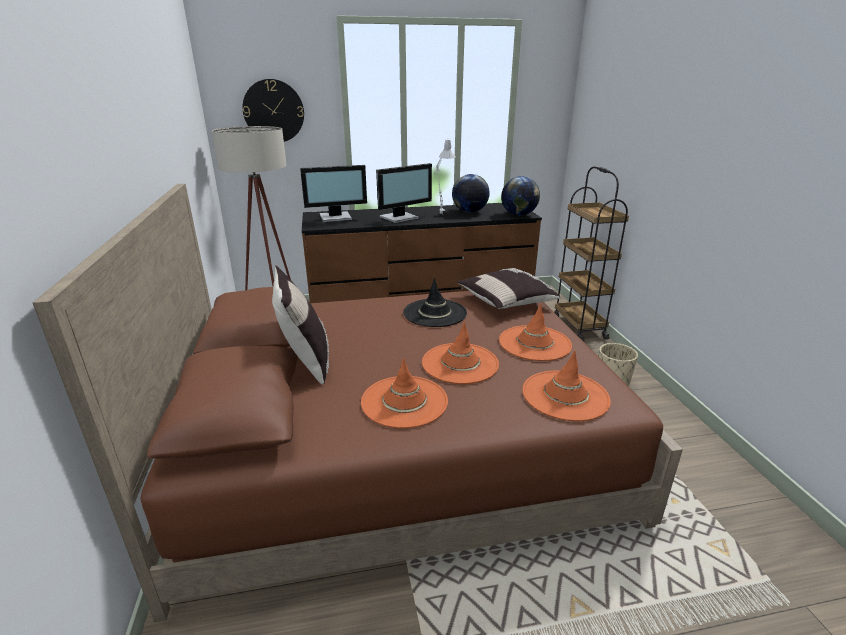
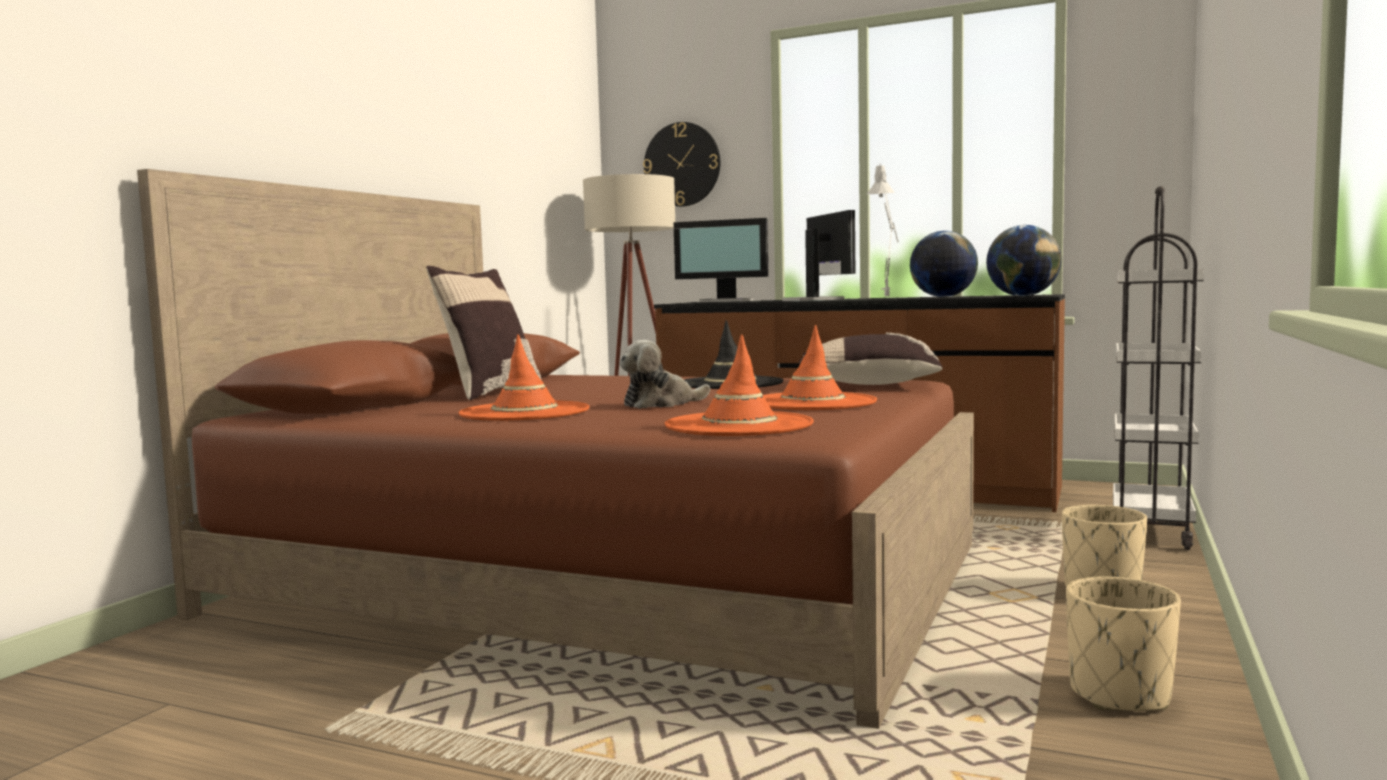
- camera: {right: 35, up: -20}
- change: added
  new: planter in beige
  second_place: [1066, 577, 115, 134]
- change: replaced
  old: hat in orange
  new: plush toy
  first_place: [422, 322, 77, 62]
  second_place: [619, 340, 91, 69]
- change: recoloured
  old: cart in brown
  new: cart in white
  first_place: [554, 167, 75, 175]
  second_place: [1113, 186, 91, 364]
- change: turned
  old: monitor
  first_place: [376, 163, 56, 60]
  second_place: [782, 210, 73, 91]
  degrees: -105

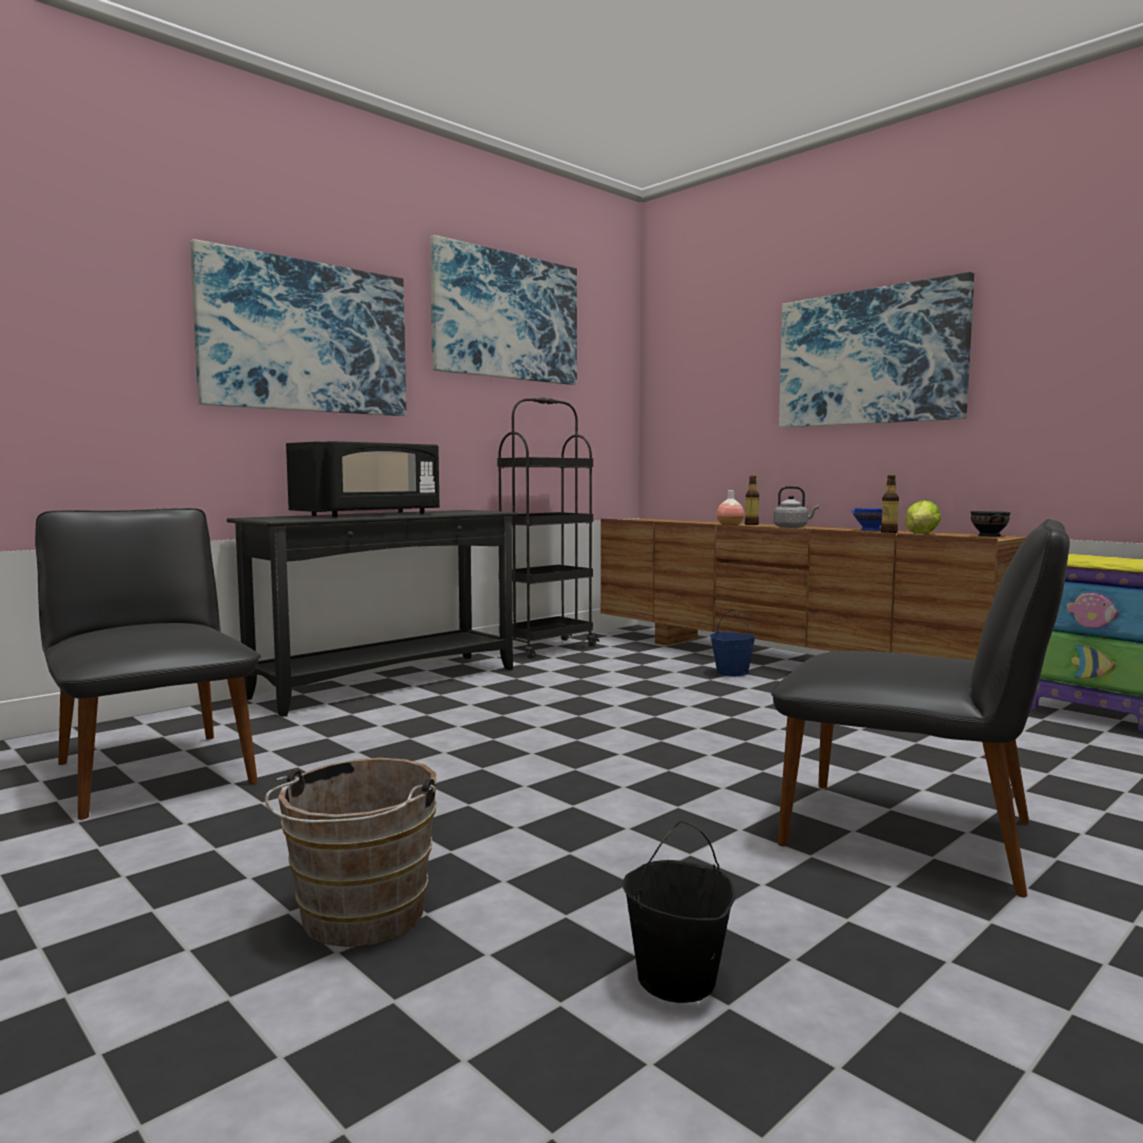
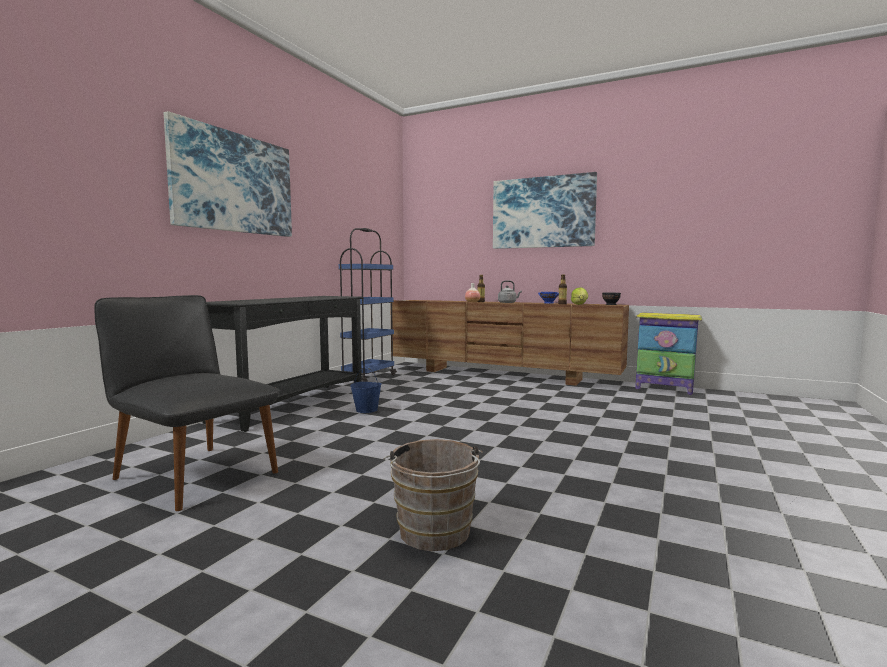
- camera: {right: -20, up: 0}
- change: removed
  old: microwave in black
  first_place: [286, 441, 154, 76]
- change: removed
  old: picture
  first_place: [430, 235, 147, 150]
- change: removed
  old: bucket in black
  first_place: [623, 821, 112, 182]
- change: removed
  old: chair in black
  first_place: [771, 519, 299, 378]
- change: moved
  old: bucket in blue
  first_place: [710, 609, 46, 67]
  second_place: [350, 366, 32, 47]
- change: recoloured
  old: cart in black
  new: cart in blue
  first_place: [497, 397, 102, 262]
  second_place: [339, 228, 58, 154]

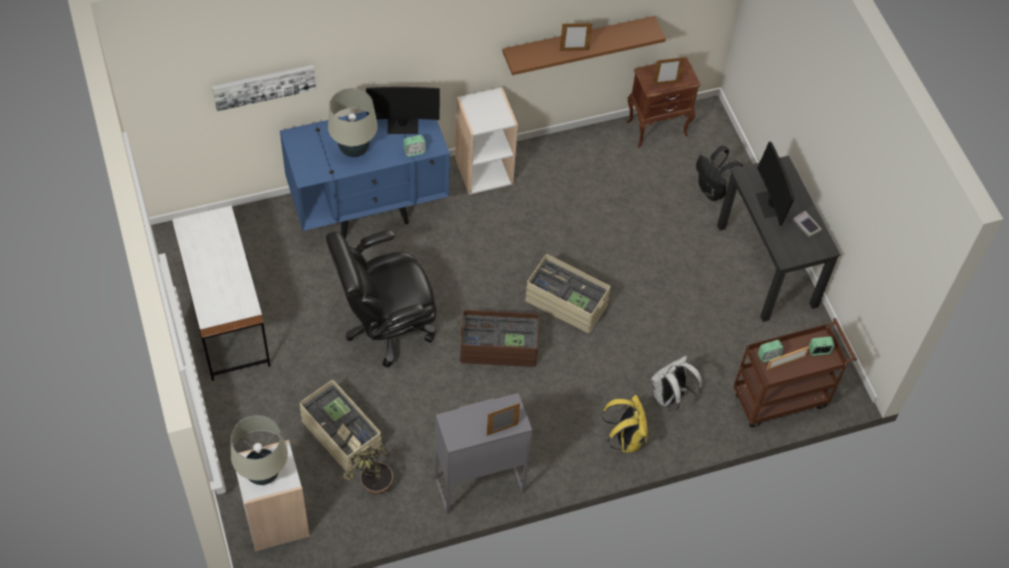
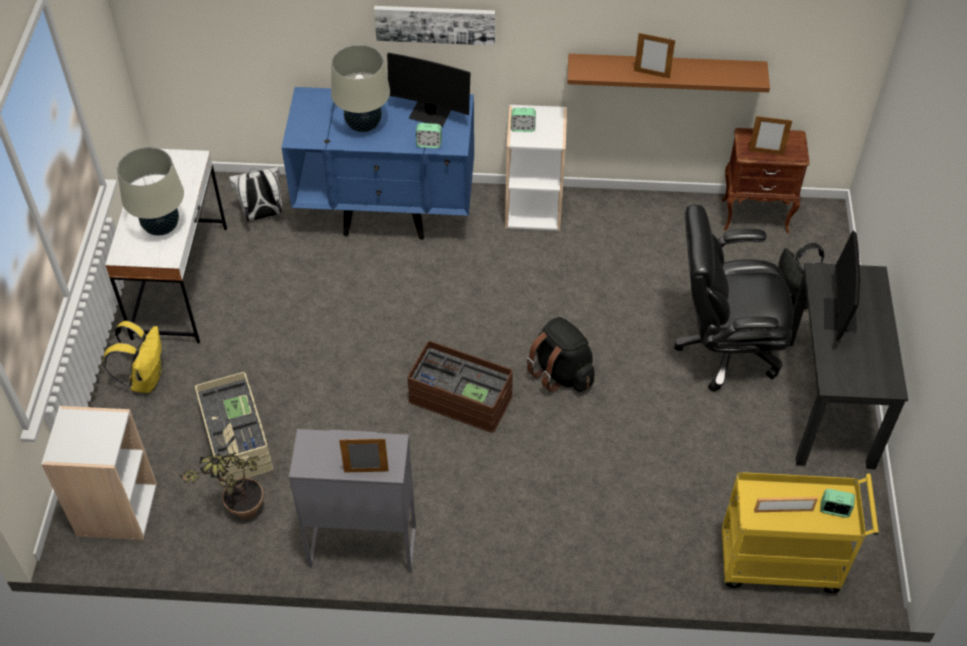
- camera: {right: 25, up: -5}
- change: removed
  old: book
  first_place: [793, 211, 29, 26]
- change: moved
  old: picture
  first_place: [212, 65, 104, 46]
  second_place: [374, 6, 121, 40]
- change: moved
  old: table lamp in beige
  first_place: [231, 415, 57, 70]
  second_place: [117, 147, 67, 88]
- change: moved
  old: office chair in black
  first_place: [326, 230, 111, 137]
  second_place: [674, 205, 119, 187]
- change: moved
  old: backpack in yellow
  first_place: [602, 395, 46, 57]
  second_place: [103, 321, 59, 72]
- change: moved
  old: backpack in white
  first_place: [650, 356, 52, 55]
  second_place: [229, 167, 53, 55]
- change: moved
  old: alarm clock
  first_place: [758, 340, 26, 22]
  second_place: [511, 108, 25, 24]
- change: replaced
  old: storage box in beige
  new: backpack in black
  first_place: [525, 254, 85, 79]
  second_place: [526, 317, 69, 75]
- change: recoloured
  old: cart in brown
  new: cart in yellow
  first_place: [733, 318, 124, 109]
  second_place: [722, 472, 157, 121]

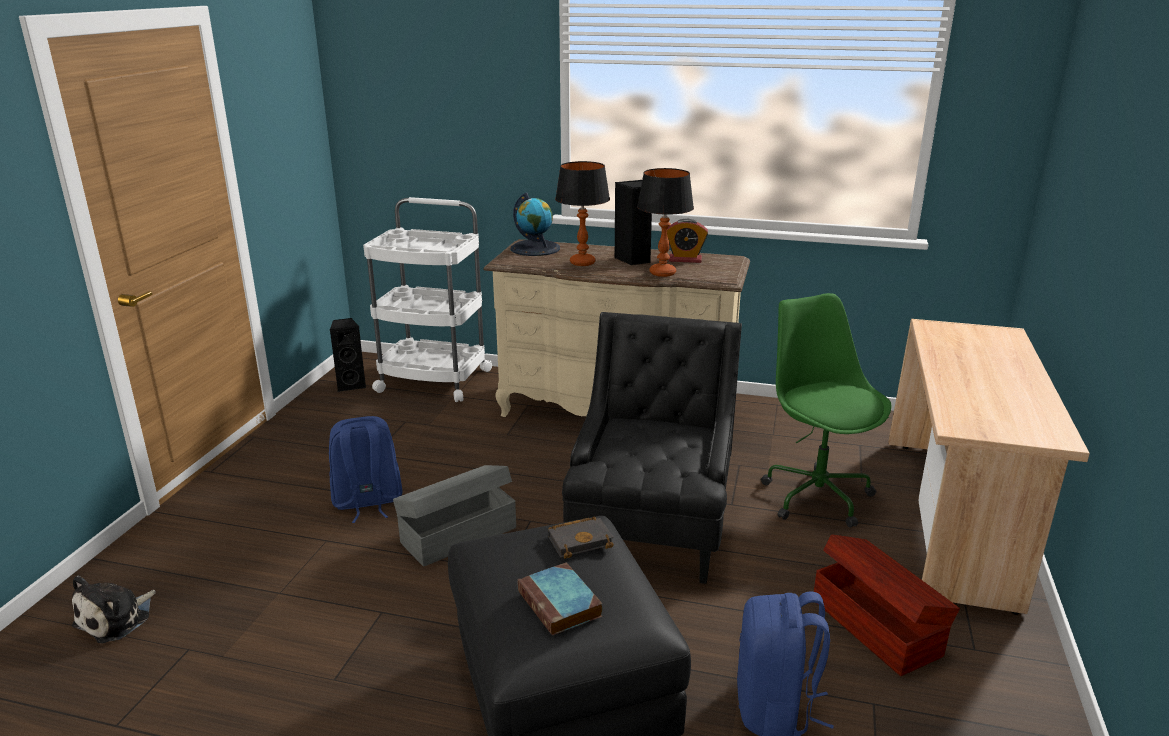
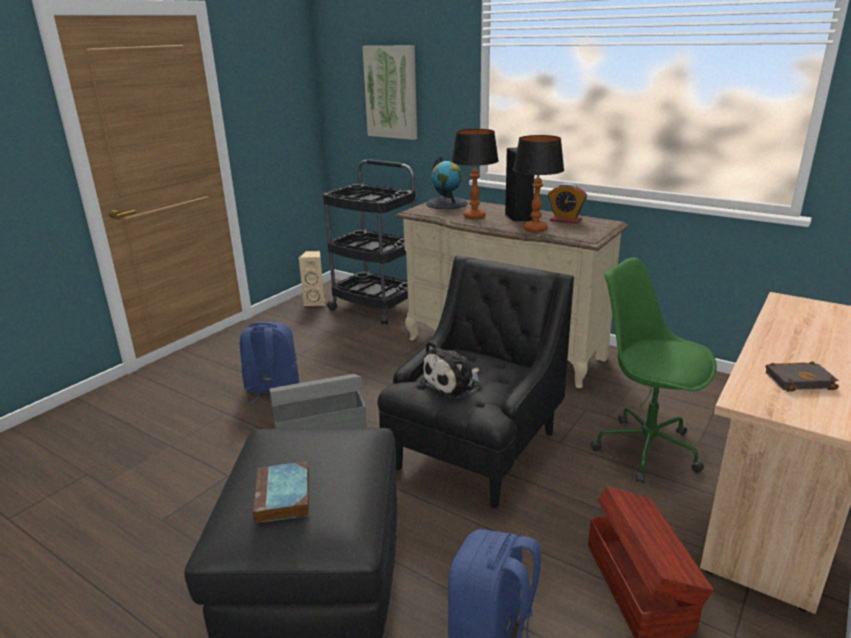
- camera: {right: 20, up: 0}
- change: added
  new: picture
  second_place: [362, 45, 55, 95]
- change: moved
  old: plush toy
  first_place: [72, 575, 84, 68]
  second_place: [420, 340, 60, 58]
- change: moved
  old: book in black
  first_place: [548, 517, 66, 42]
  second_place: [765, 361, 74, 31]
- change: recoloured
  old: speaker in black
  new: speaker in beige
  first_place: [330, 318, 37, 74]
  second_place: [299, 251, 26, 55]
- change: recoloured
  old: cart in white
  new: cart in black
  first_place: [363, 197, 129, 205]
  second_place: [323, 159, 93, 165]
- change: turned
  old: office chair in green
  first_place: [761, 293, 131, 235]
  second_place: [591, 258, 126, 225]
  degrees: -45

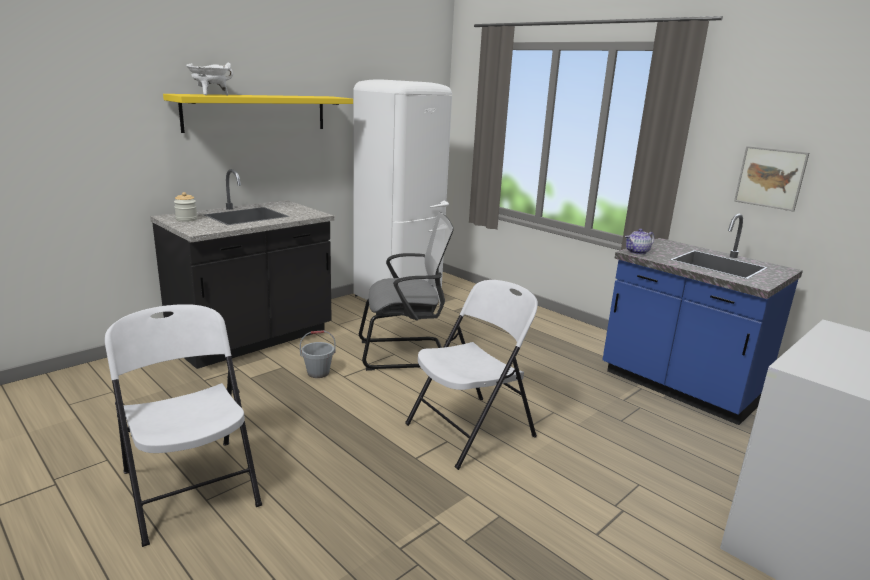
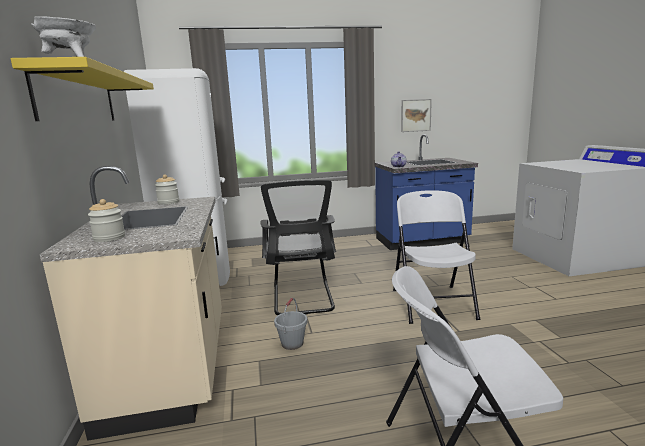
- camera: {right: -55, up: -5}
- change: added
  new: jar
  second_place: [155, 175, 24, 30]
- change: recoloured
  old: counter in black
  new: counter in beige
  first_place: [150, 169, 184, 200]
  second_place: [39, 166, 183, 275]
- change: turned
  old: chair
  first_place: [359, 212, 95, 159]
  second_place: [260, 180, 76, 136]
  degrees: 150

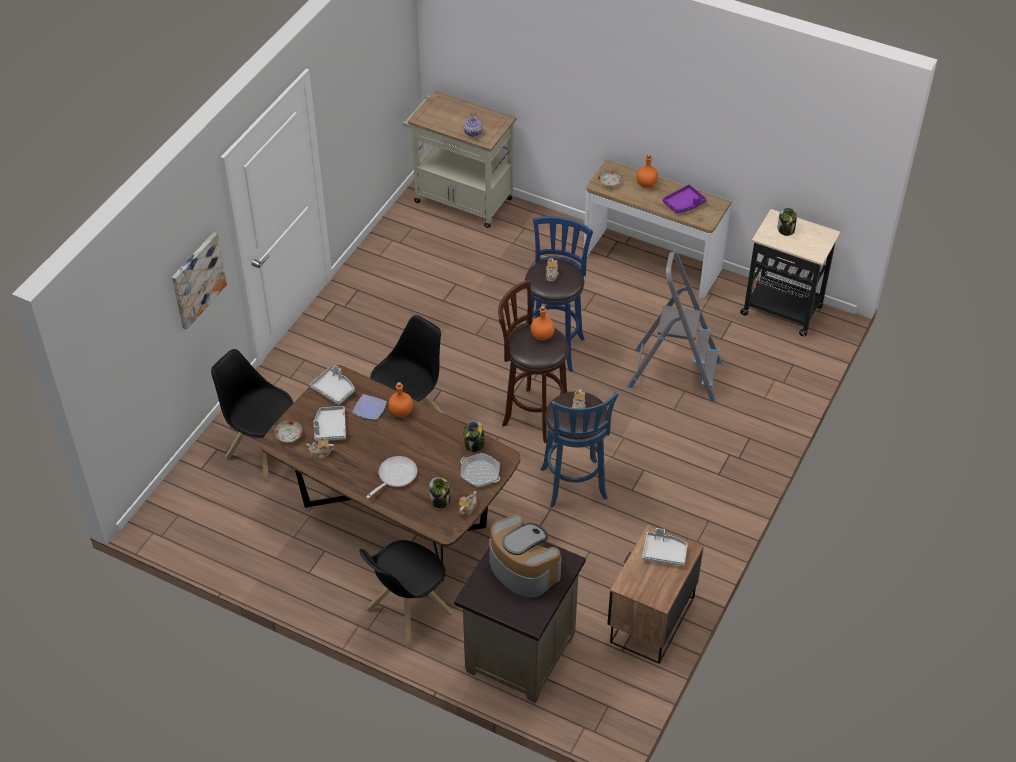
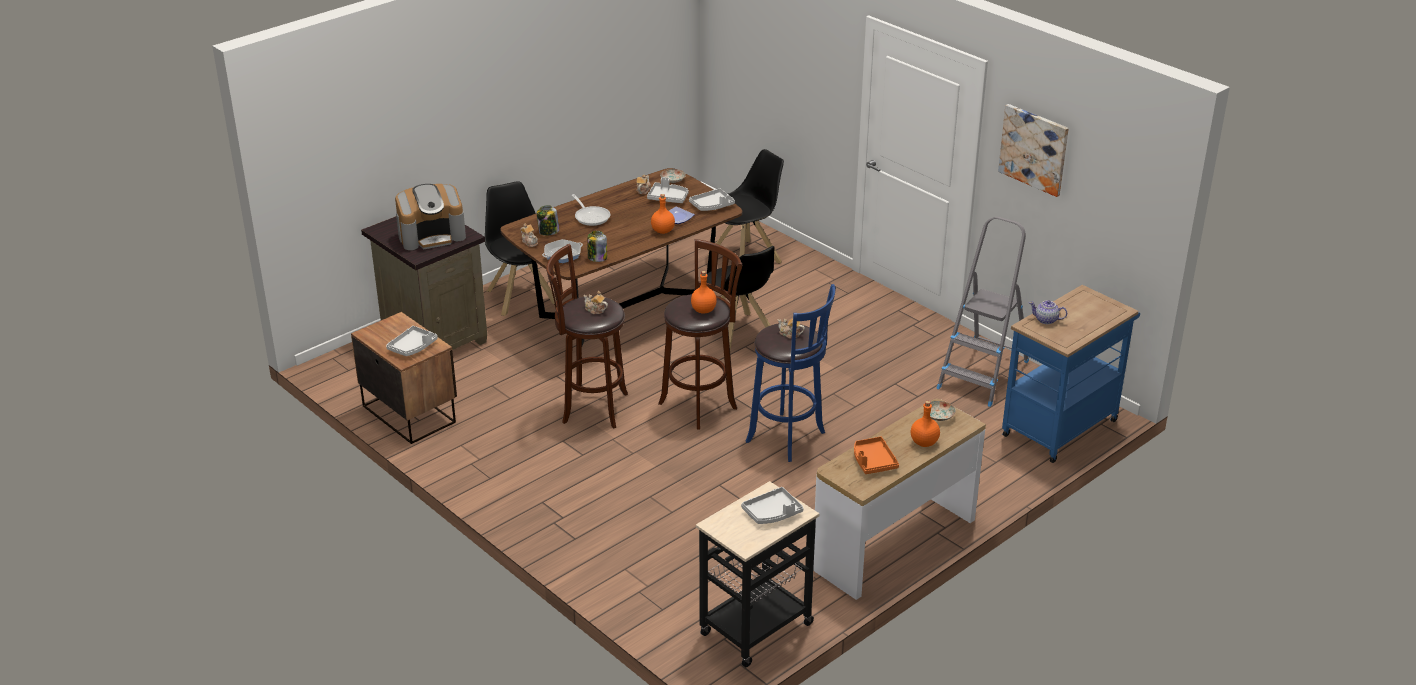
- camera: {right: 110, up: -15}
- change: moved
  old: picture
  first_place: [172, 232, 55, 98]
  second_place: [998, 104, 71, 93]
- change: moved
  old: step ladder in grey
  first_place: [627, 252, 95, 149]
  second_place: [937, 217, 92, 190]
- change: replaced
  old: jar
  new: tray in grey
  first_place: [778, 207, 19, 29]
  second_place: [741, 487, 63, 37]
- change: recoloured
  old: cart in beige
  new: cart in blue
  first_place: [402, 90, 115, 138]
  second_place: [1002, 285, 138, 178]
- change: recoloured
  old: stool in blue
  new: stool in brown
  first_place: [541, 391, 77, 117]
  second_place: [546, 244, 82, 185]
- change: recoloured
  old: tray in purple
  new: tray in orange
  first_place: [662, 185, 45, 28]
  second_place: [854, 436, 45, 38]

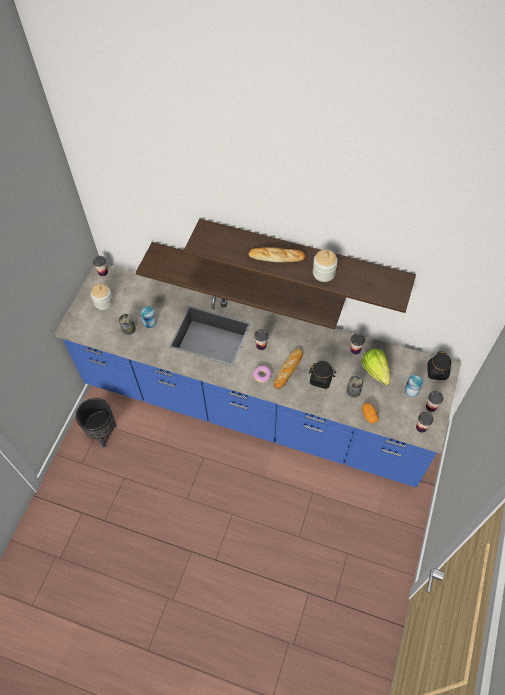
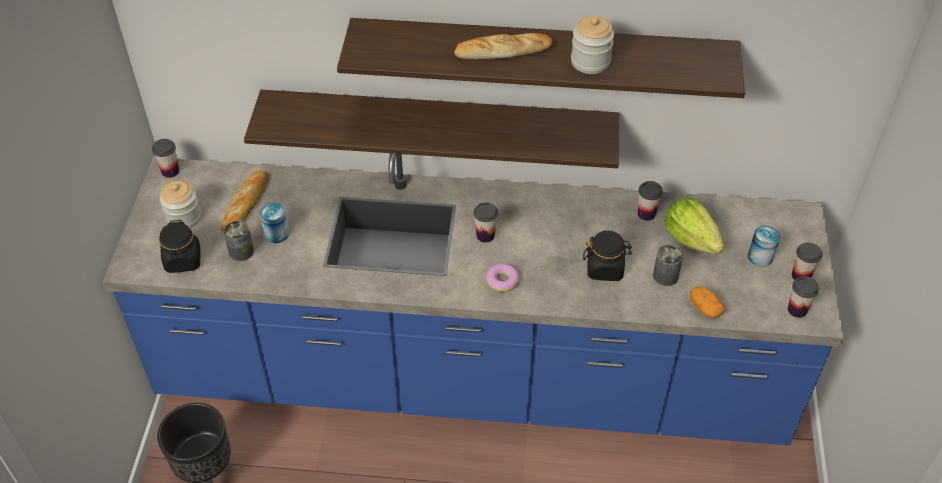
- camera: {right: -15, up: -10}
- change: moved
  old: bread
  first_place: [273, 348, 30, 41]
  second_place: [221, 170, 46, 61]
- change: moved
  old: jar in black
  first_place: [427, 351, 24, 29]
  second_place: [159, 220, 41, 53]

